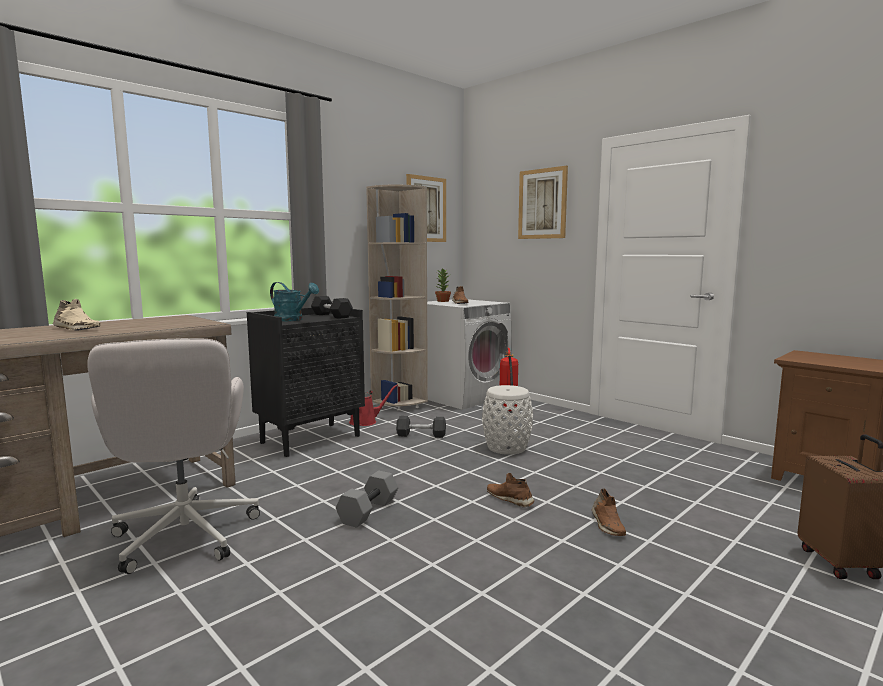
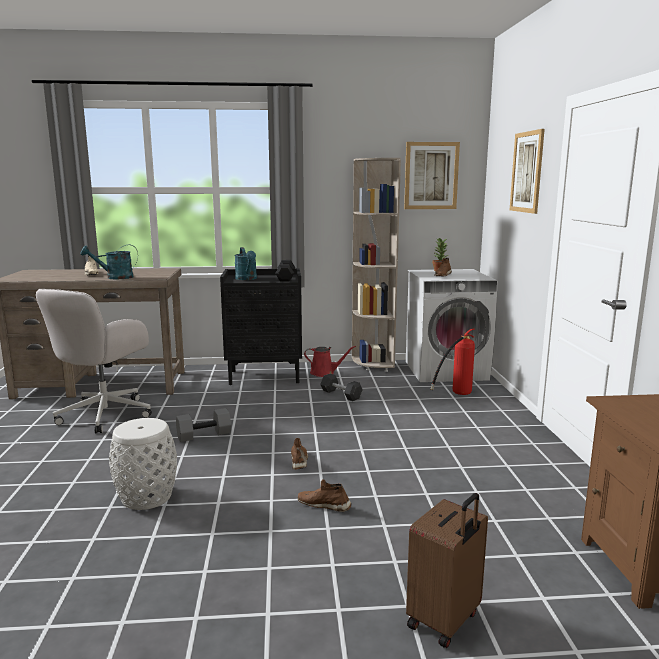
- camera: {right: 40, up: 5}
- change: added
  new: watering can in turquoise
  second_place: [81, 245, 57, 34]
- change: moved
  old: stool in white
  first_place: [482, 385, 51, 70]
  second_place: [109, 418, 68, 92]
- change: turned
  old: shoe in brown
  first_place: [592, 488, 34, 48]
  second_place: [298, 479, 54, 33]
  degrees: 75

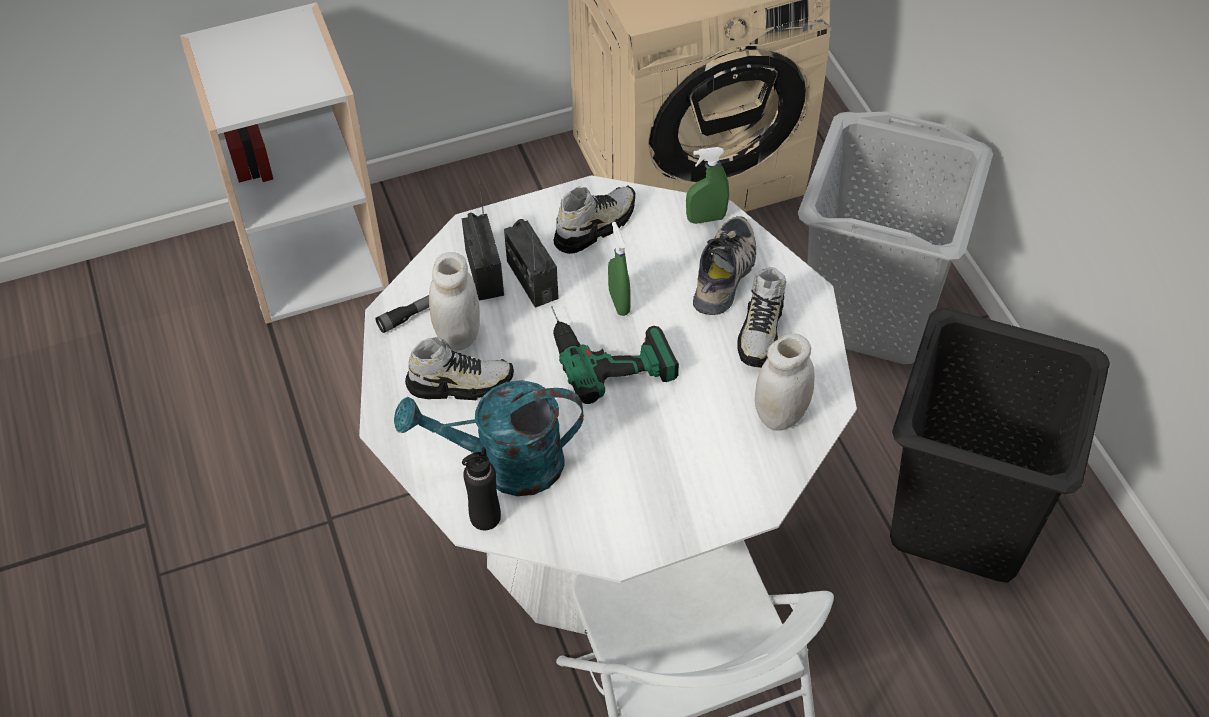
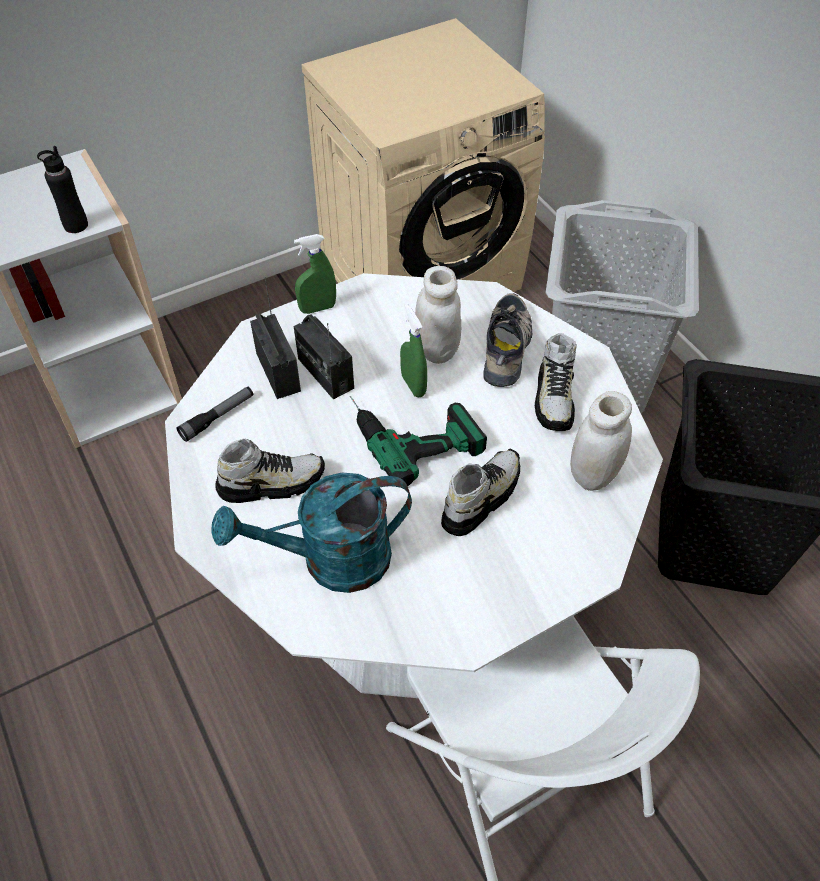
- camera: {right: -10, up: 0}
- change: moved
  old: jar in white
  first_place: [429, 252, 51, 99]
  second_place: [415, 266, 46, 98]
- change: moved
  old: bottle in black
  first_place: [462, 447, 39, 83]
  second_place: [37, 146, 51, 87]
- change: moved
  old: shoe
  first_place: [553, 185, 83, 69]
  second_place: [441, 449, 79, 87]
- change: moved
  old: spray bottle in green
  first_place: [686, 147, 43, 77]
  second_place: [294, 234, 42, 80]

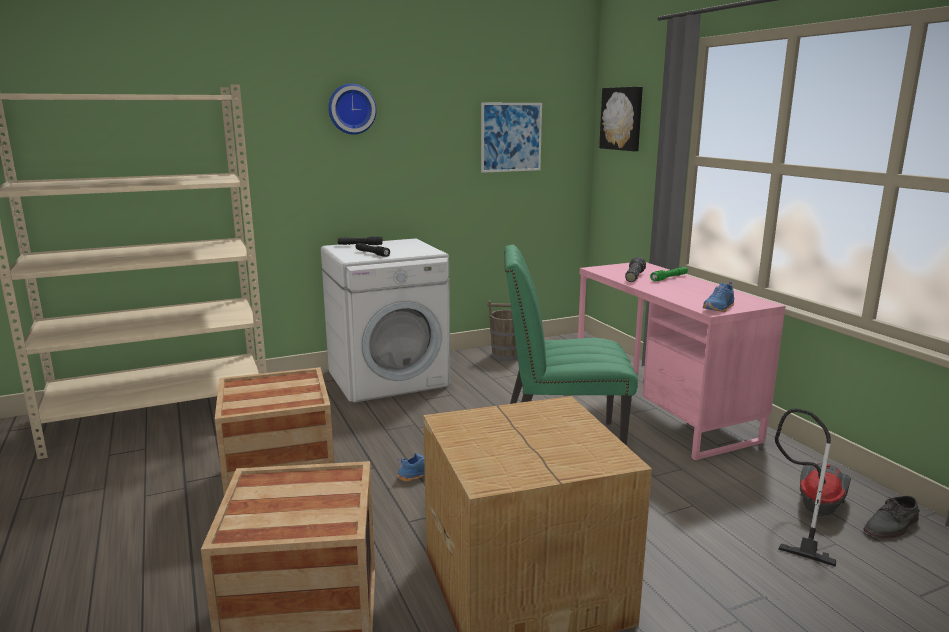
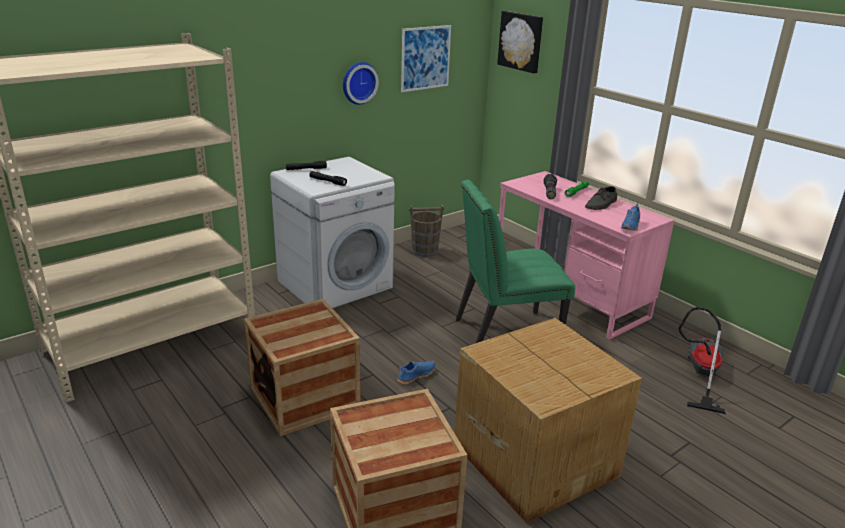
- camera: {right: -15, up: 10}
- change: moved
  old: wall clock
  first_place: [328, 83, 49, 52]
  second_place: [343, 62, 36, 43]
- change: moved
  old: shoe in grey
  first_place: [863, 496, 56, 42]
  second_place: [585, 186, 32, 24]

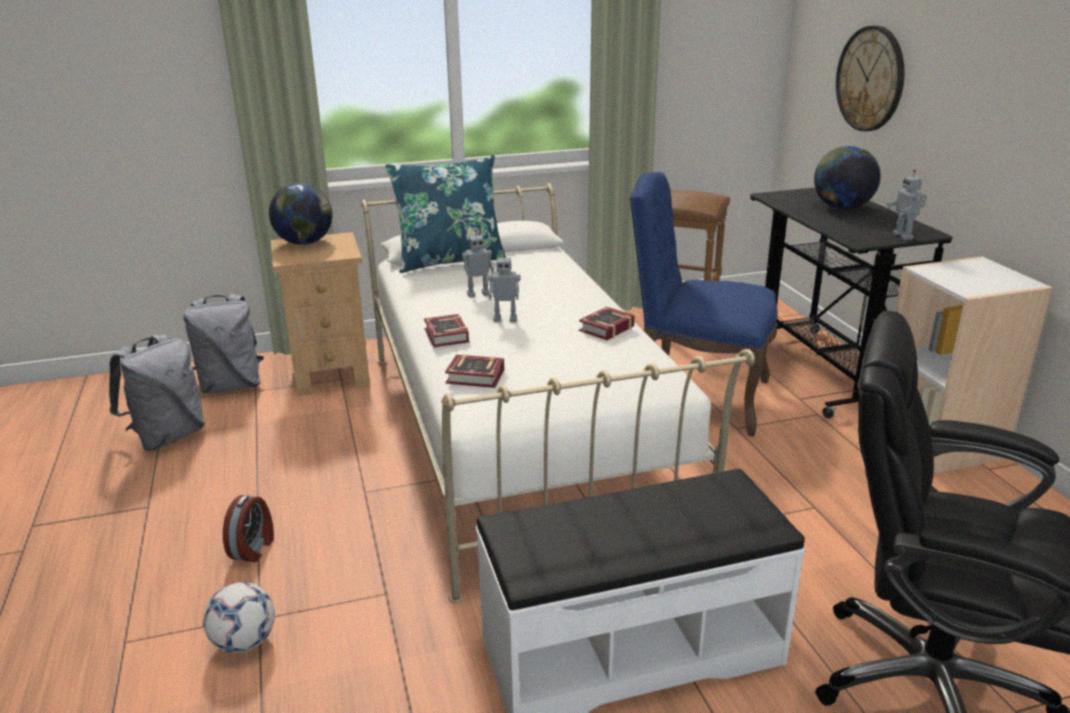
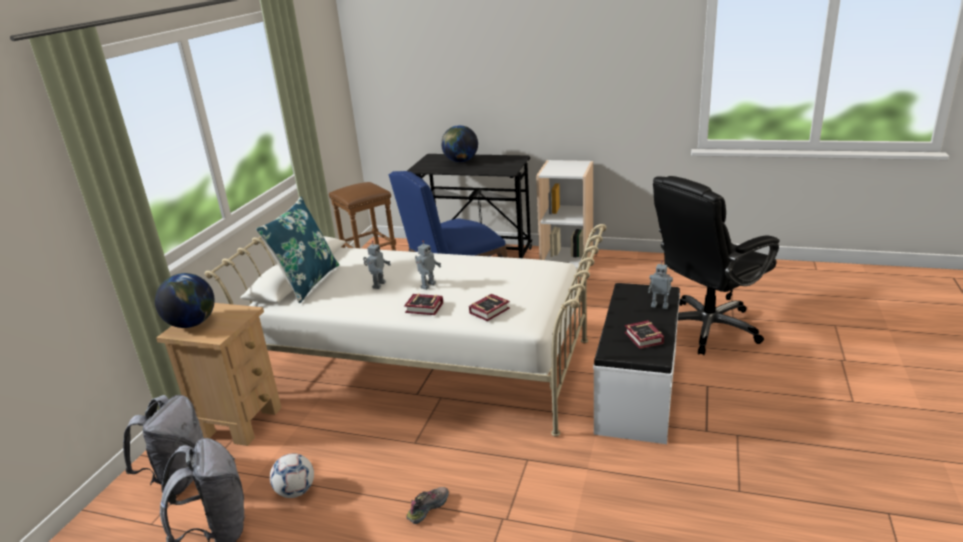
- camera: {right: -55, up: 0}
- change: removed
  old: wall clock
  first_place: [836, 26, 68, 105]
- change: moved
  old: football
  first_place: [203, 582, 72, 71]
  second_place: [270, 453, 44, 45]
- change: moved
  old: book
  first_place: [579, 307, 56, 33]
  second_place: [625, 320, 39, 29]
- change: moved
  old: toy robot
  first_place: [886, 169, 41, 71]
  second_place: [648, 260, 25, 49]
- change: replaced
  old: alarm clock
  new: shoe
  first_place: [223, 495, 51, 67]
  second_place: [406, 487, 43, 37]

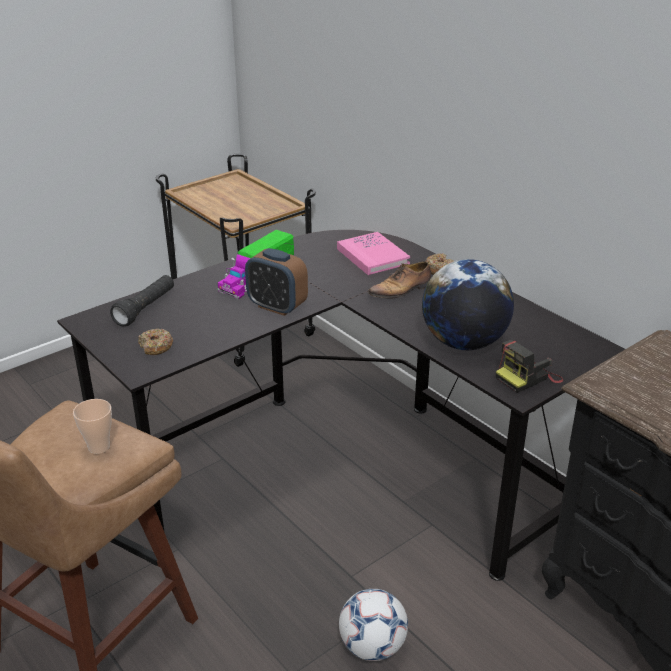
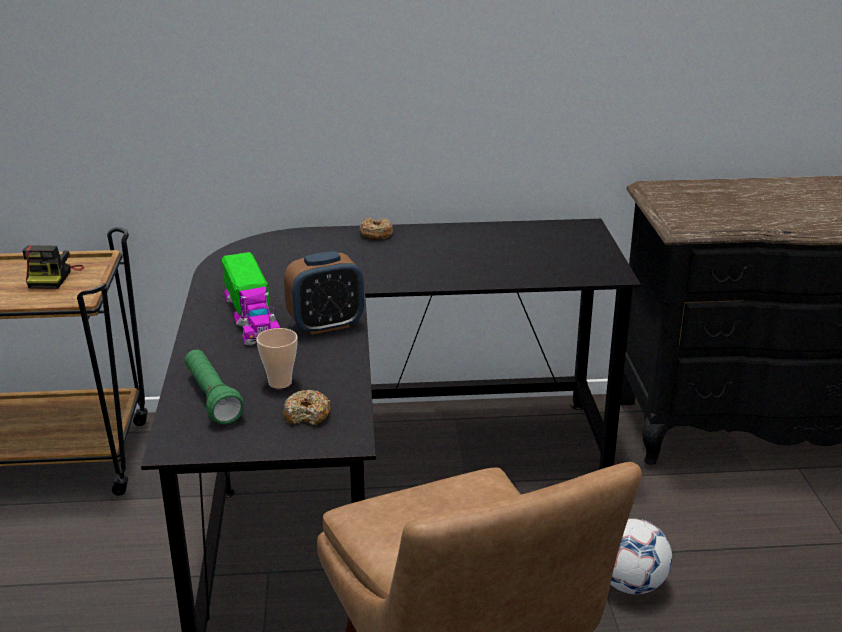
- camera: {right: -55, up: -5}
- change: removed
  old: book in pink
  first_place: [337, 232, 73, 43]
- change: removed
  old: shoe
  first_place: [368, 261, 63, 38]
- change: removed
  old: globe
  first_place: [422, 259, 92, 91]
- change: moved
  old: cup
  first_place: [73, 399, 39, 55]
  second_place: [256, 328, 42, 61]
- change: moved
  old: photo camera
  first_place: [496, 340, 67, 53]
  second_place: [22, 245, 62, 44]
- change: recoloured
  old: flashlight in black
  new: flashlight in green
  first_place: [110, 275, 64, 51]
  second_place: [185, 350, 59, 74]

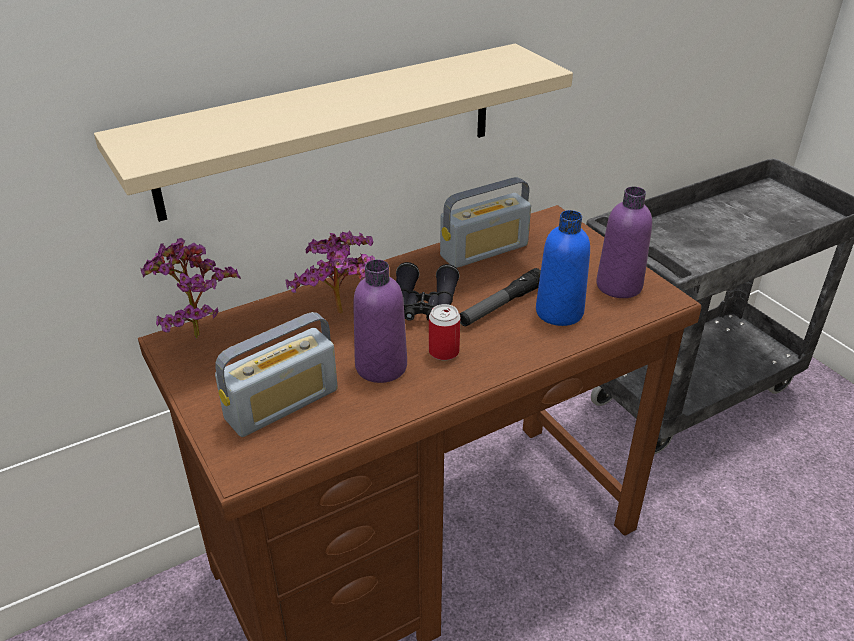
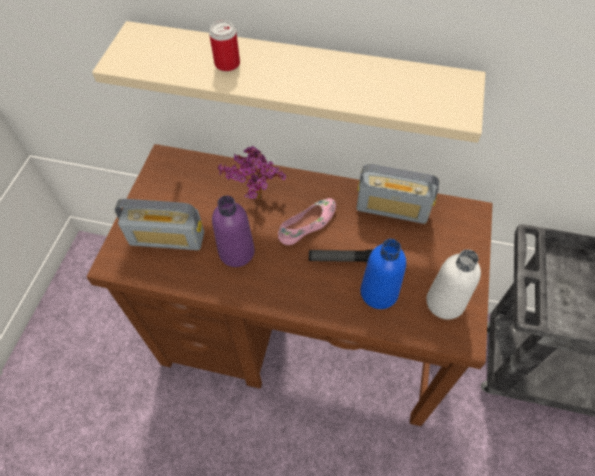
- camera: {right: 45, up: 20}
- change: removed
  old: potted plant
  first_place: [141, 238, 100, 101]
- change: moved
  old: can
  first_place: [429, 304, 31, 56]
  second_place: [209, 21, 31, 51]
- change: replaced
  old: binoculars in black
  new: shoe in pink
  first_place: [396, 262, 63, 59]
  second_place: [278, 198, 58, 47]
- change: recoloured
  old: bottle in purple
  new: bottle in white
  first_place: [596, 187, 56, 111]
  second_place: [426, 249, 55, 71]

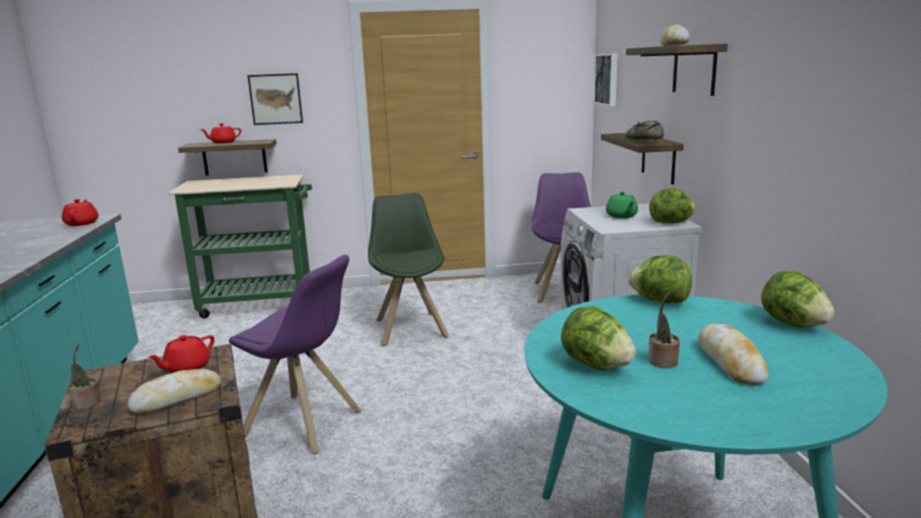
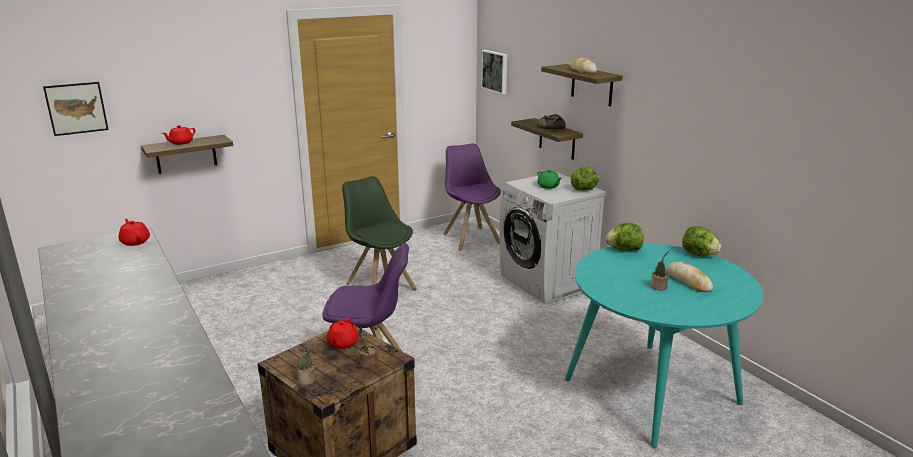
- camera: {right: -25, up: 5}
- change: removed
  old: cart in green
  first_place: [169, 175, 143, 143]
- change: removed
  old: lettuce
  first_place: [561, 306, 75, 64]
- change: moved
  old: picture
  first_place: [247, 73, 56, 52]
  second_place: [43, 82, 66, 54]
- change: replaced
  old: bread
  new: potted plant
  first_place: [127, 369, 94, 45]
  second_place: [359, 326, 18, 42]

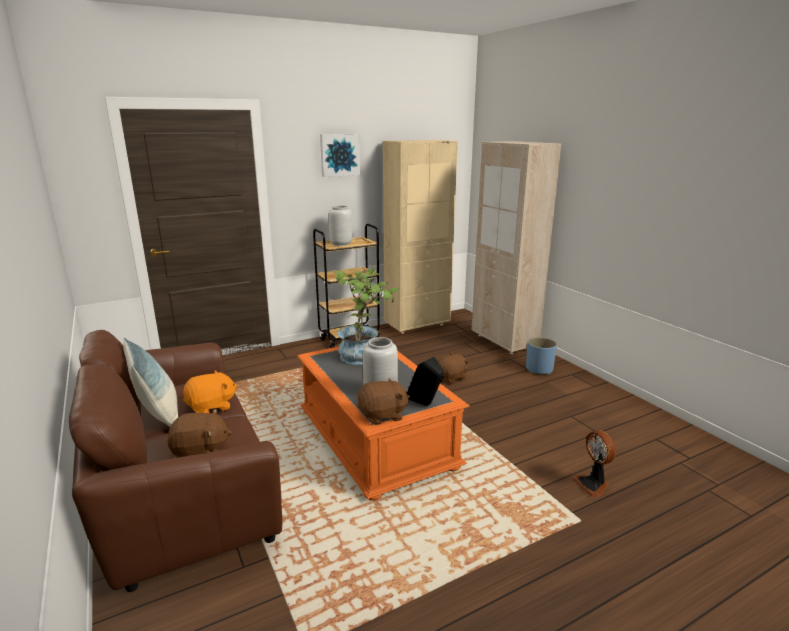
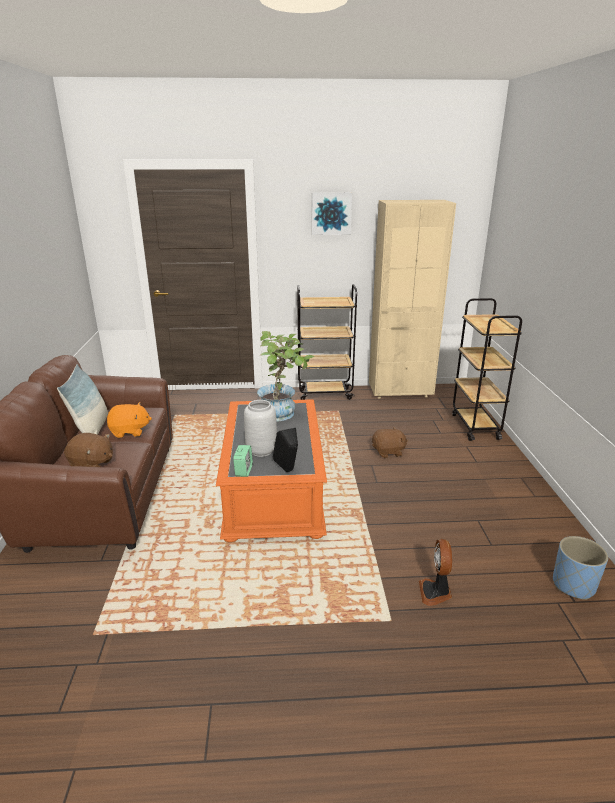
- camera: {right: 25, up: 5}
- change: removed
  old: vase in grey
  first_place: [329, 205, 23, 41]
- change: moved
  old: planter in blue
  first_place: [526, 337, 31, 37]
  second_place: [553, 536, 55, 64]
- change: replaced
  old: plush toy in brown
  new: alarm clock
  first_place: [358, 378, 52, 47]
  second_place: [233, 445, 20, 32]
- change: replaced
  old: cabinet in beige
  new: cart in brown
  first_place: [472, 141, 89, 213]
  second_place: [452, 298, 70, 143]

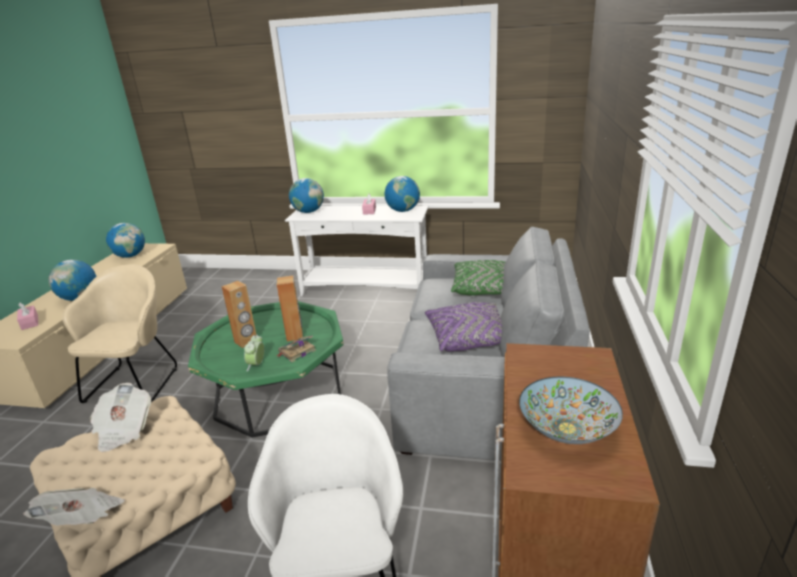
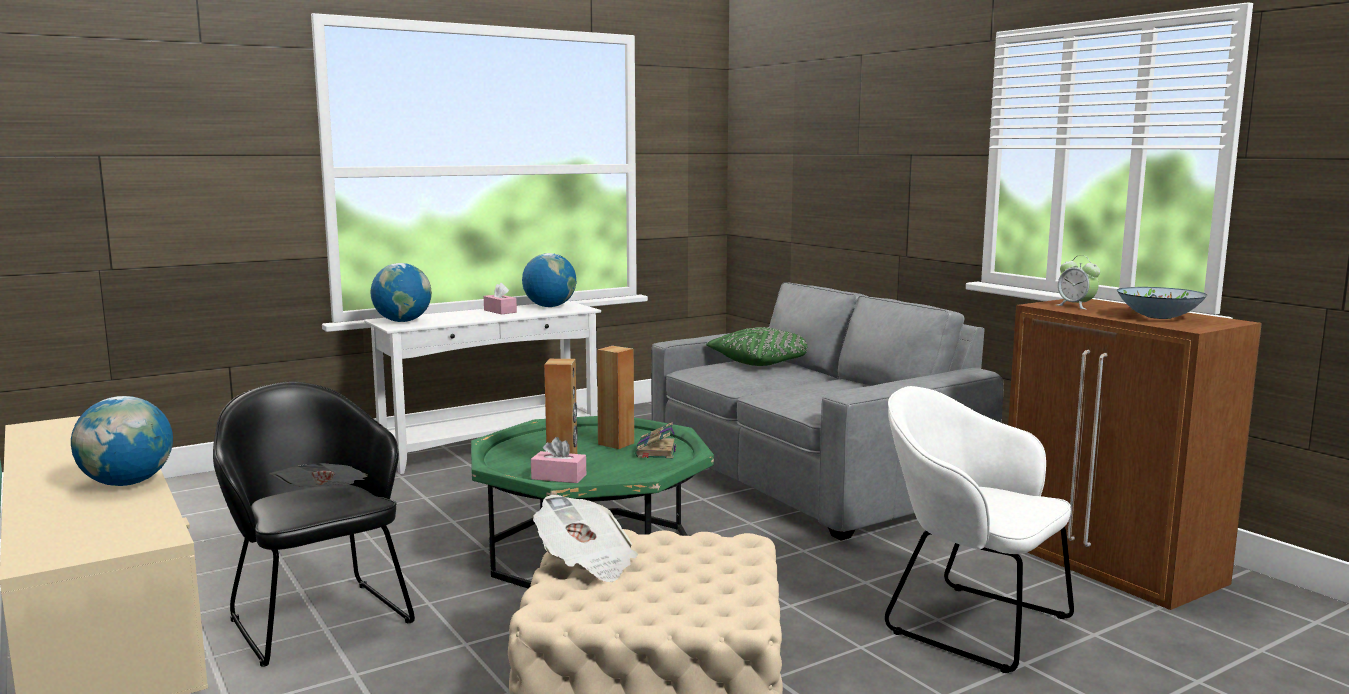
- camera: {right: -45, up: -15}
- change: removed
  old: globe
  first_place: [106, 223, 39, 35]
- change: removed
  old: pillow in purple
  first_place: [425, 302, 77, 50]
- change: moved
  old: tissue box in pink
  first_place: [17, 303, 21, 27]
  second_place: [531, 437, 55, 46]
- change: moved
  old: newspaper
  first_place: [23, 488, 102, 38]
  second_place: [269, 463, 99, 24]
- change: moved
  old: alarm clock
  first_place: [244, 335, 20, 36]
  second_place: [1057, 255, 43, 55]
- change: recoloured
  old: armchair in beige
  new: armchair in black
  first_place: [62, 264, 115, 139]
  second_place: [213, 382, 202, 285]

